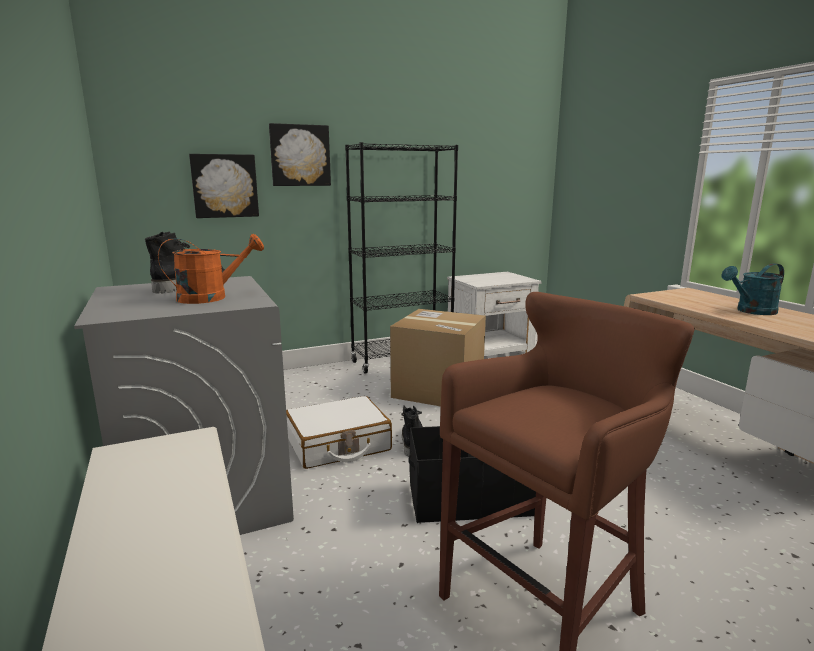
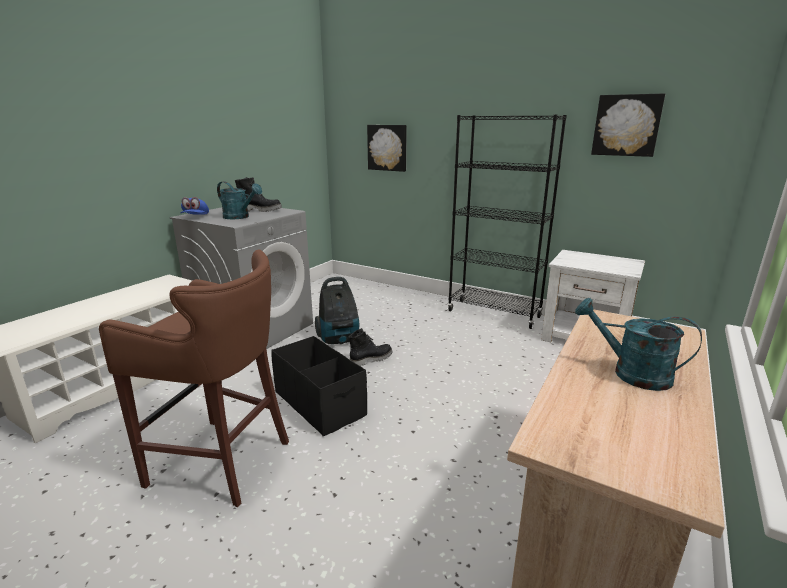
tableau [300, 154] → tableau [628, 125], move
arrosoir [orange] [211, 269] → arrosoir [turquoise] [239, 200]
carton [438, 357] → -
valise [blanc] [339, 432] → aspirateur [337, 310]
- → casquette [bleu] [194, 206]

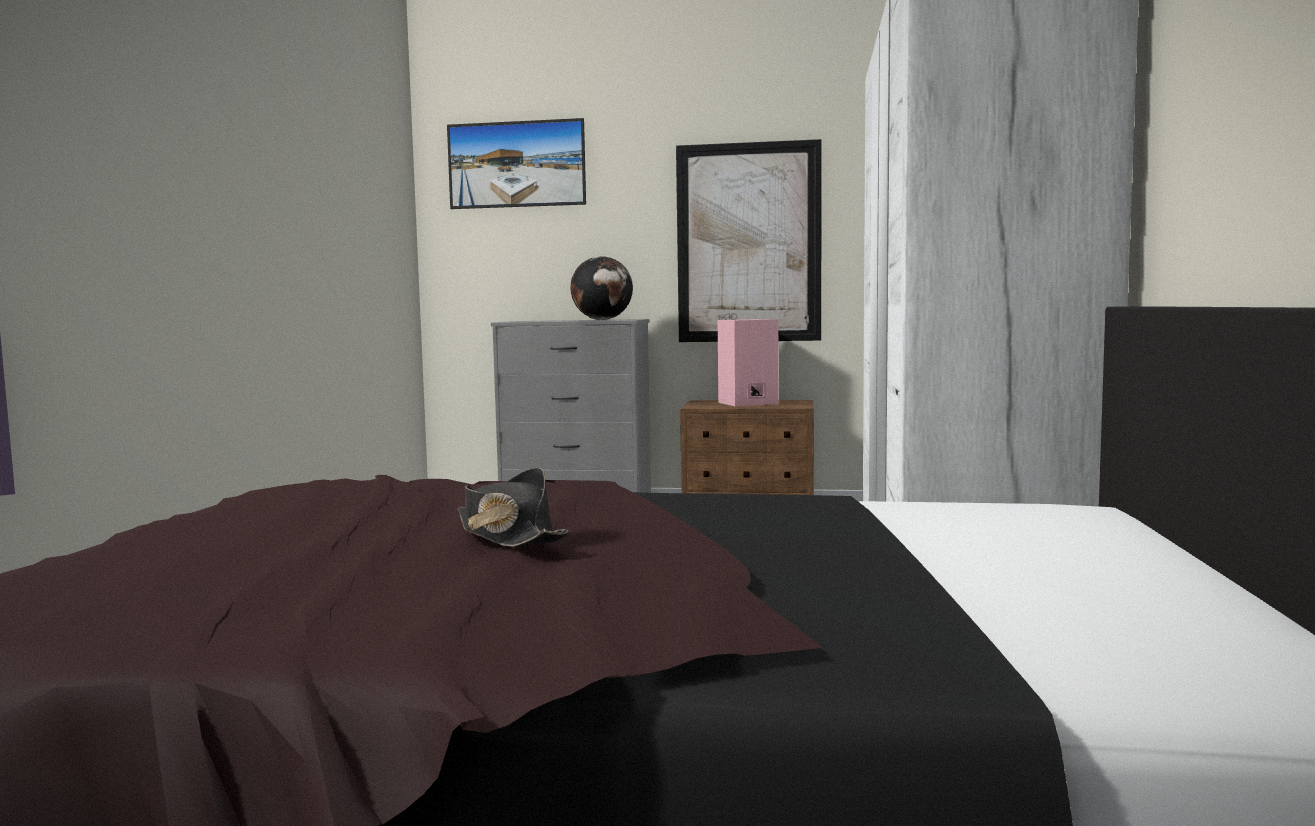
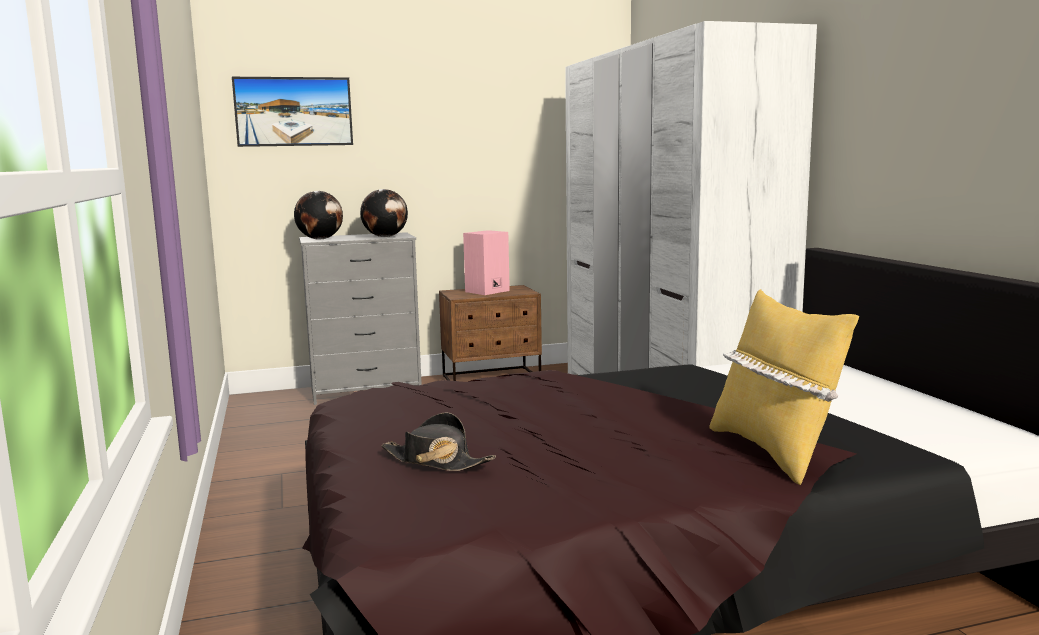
tableau [749, 240] → -
chapeau [noir] [513, 507] → chapeau [noir] [438, 442], move
- → globe [318, 215]
- → coussin [jaune] [784, 387]

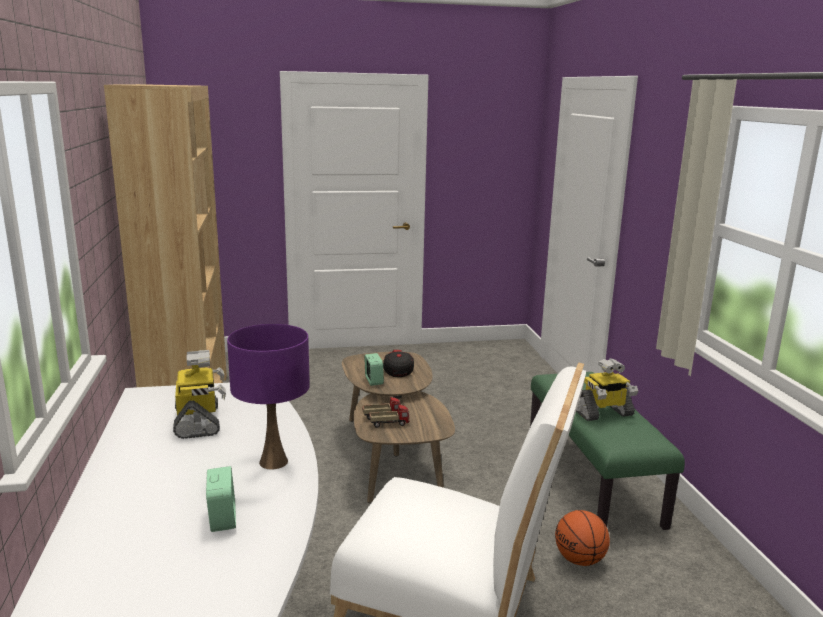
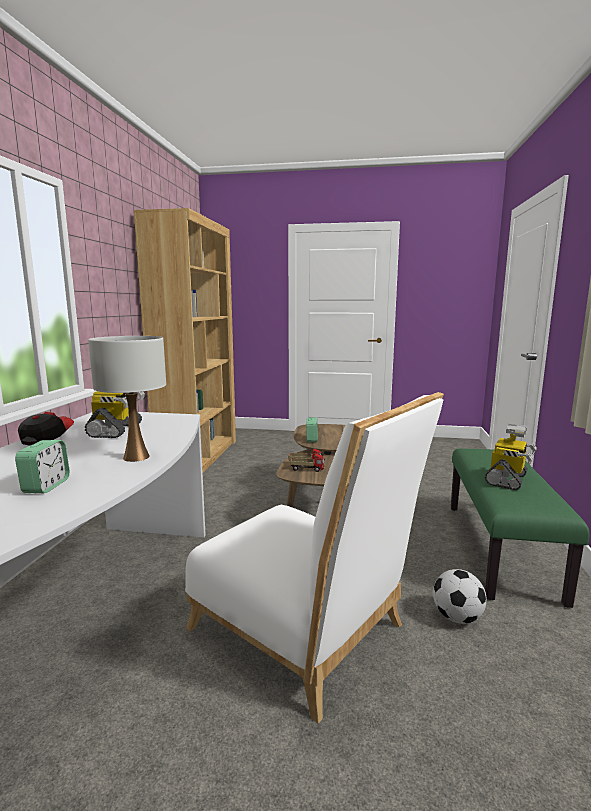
lampe de table [violet] [268, 397] → lampe de table [blanc] [127, 399]
casquette [398, 363] → casquette [46, 429], move
robot jouet [607, 389] → robot jouet [511, 457], 60 degrees counterclockwise
ballon de basket [582, 538] → ballon de foot [460, 596]

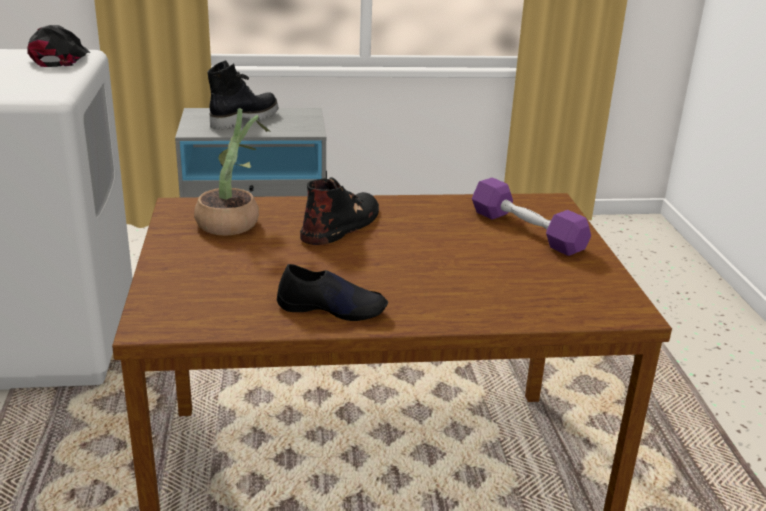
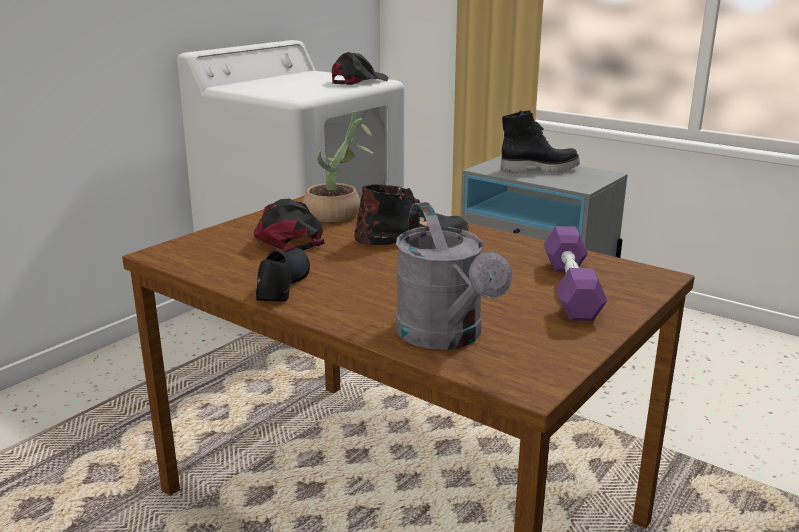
chaussure [noir] [332, 292] → chaussure [noir] [283, 275], 135 degrees counterclockwise
- → casquette [noir] [289, 225]
- → arrosoir [gris] [454, 276]

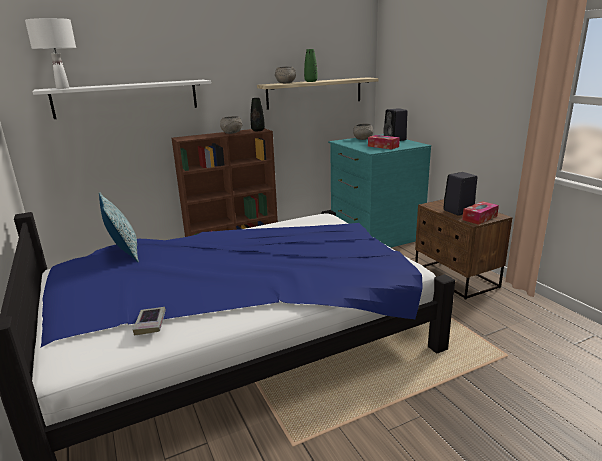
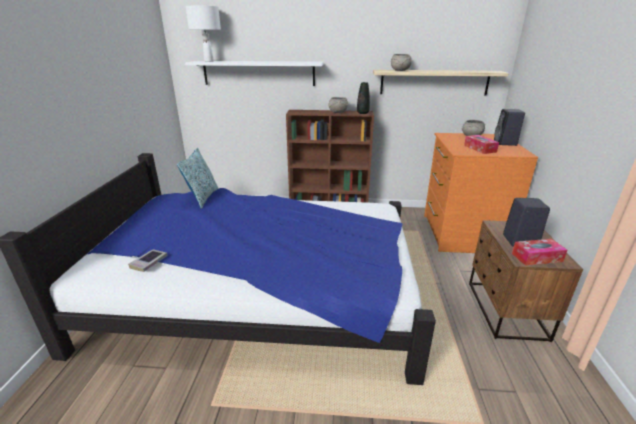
vase [vert] [311, 65] → -
commode [turquoise] [379, 191] → commode [orange] [481, 193]

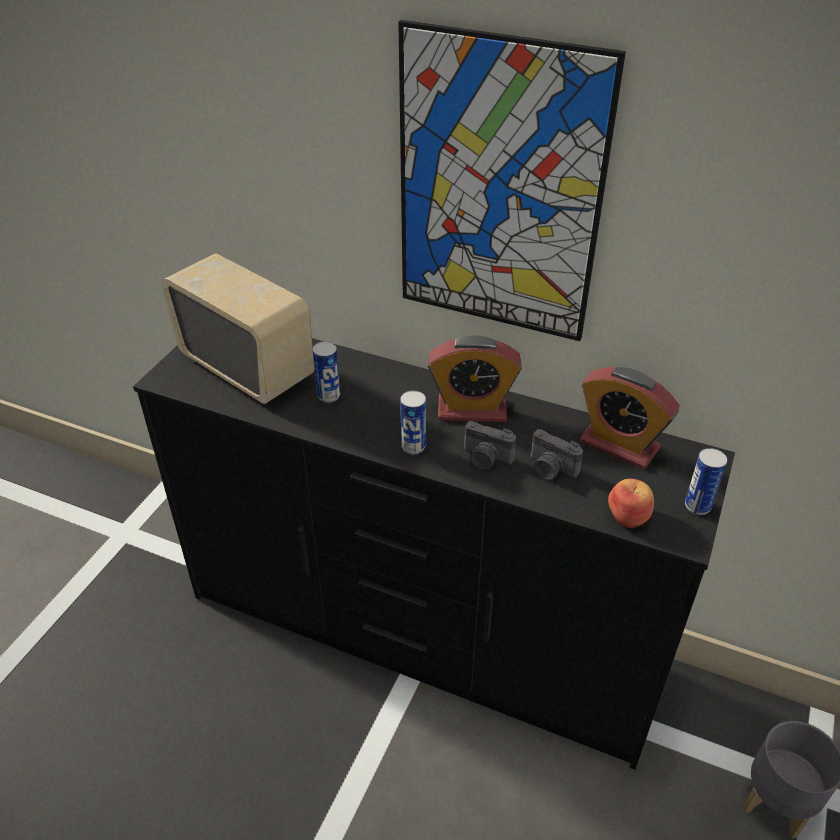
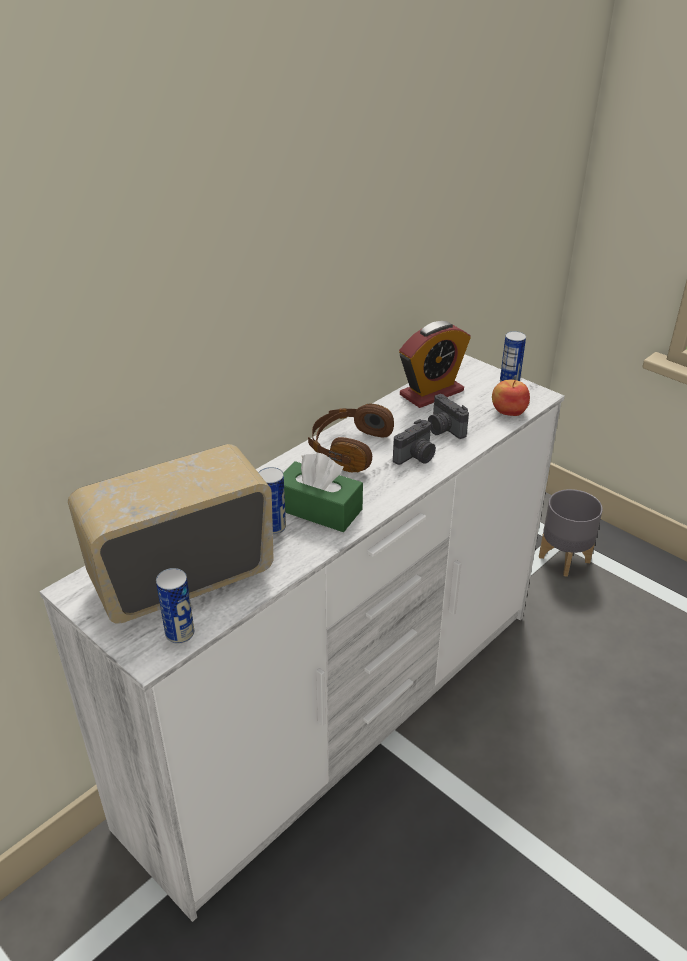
tableau [512, 180] → -
réveil [475, 378] → casque audio [marron] [351, 438]
commode [noir] [434, 554] → commode [blanc] [302, 638]
boîte métallique [413, 422] → boîte métallique [175, 606], move
appareil photo [557, 454] → appareil photo [448, 416], 90 degrees clockwise
- → boîte à mouchoirs [vert] [323, 492]

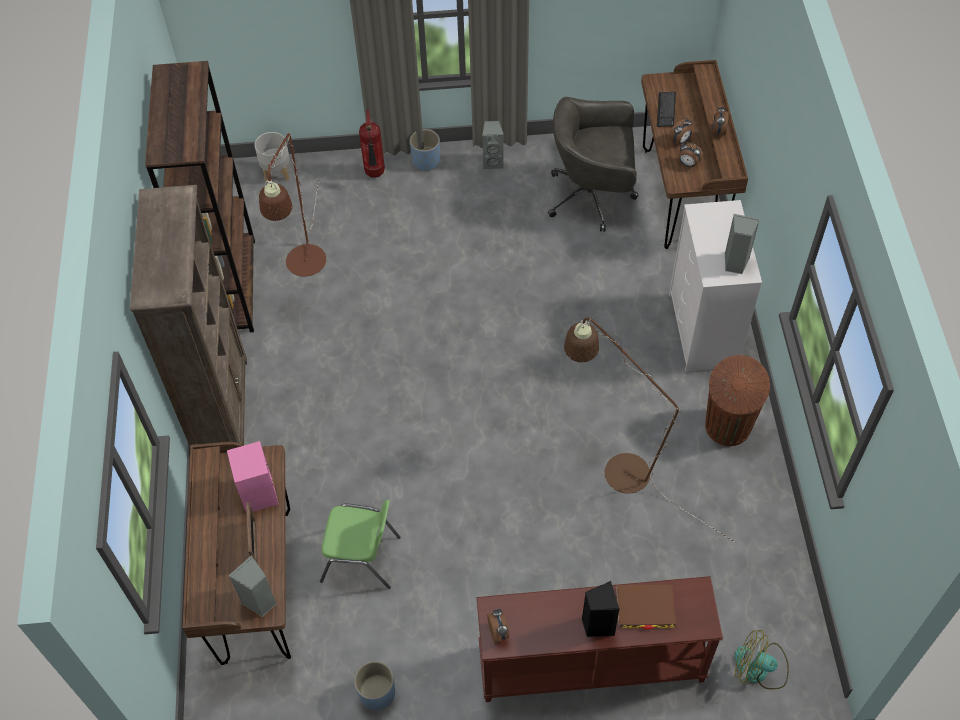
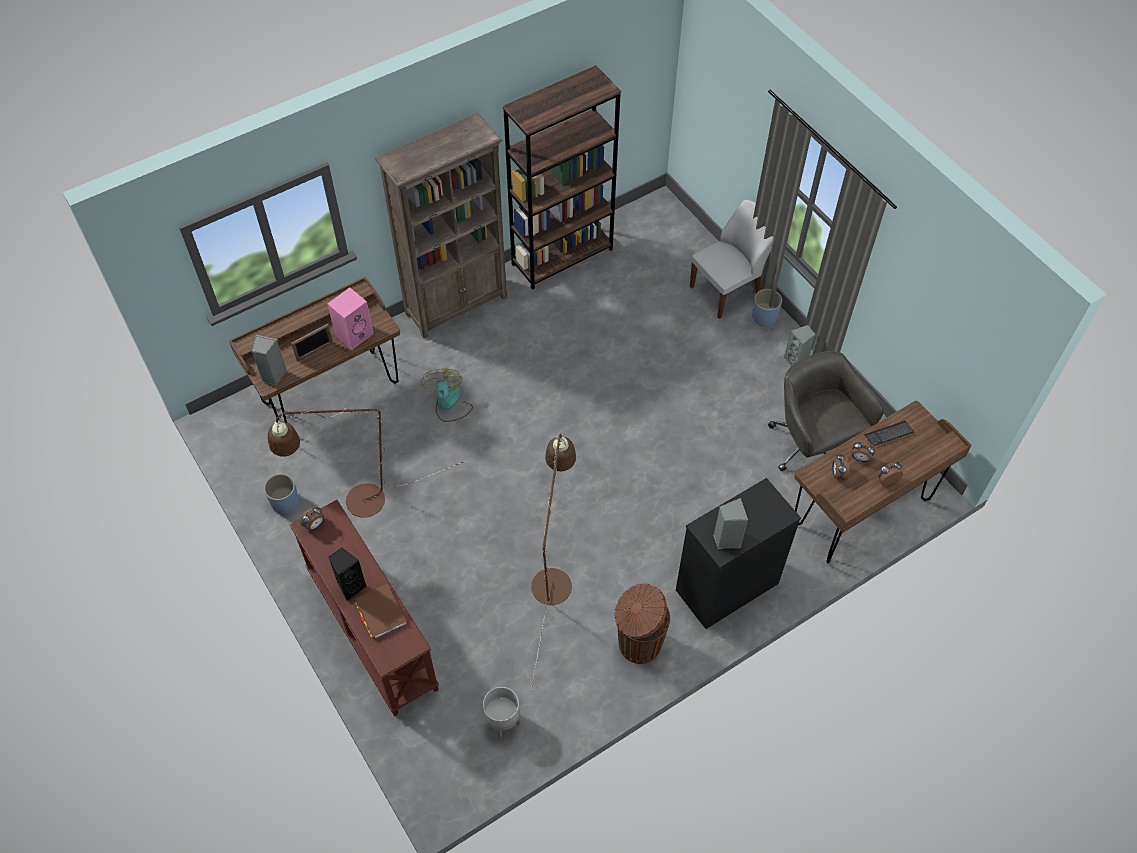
extincteur [372, 143] → chaise [blanc] [731, 259]
cache-pot [gris] [272, 157] → cache-pot [gris] [501, 712], move
lampadaire [marron] [292, 205] → lampadaire [marron] [366, 463], move
commode [blanc] [715, 286] → commode [noir] [738, 553]
chaise [vert] [360, 544] → -
ventilateur [762, 659] → ventilateur [447, 395], move

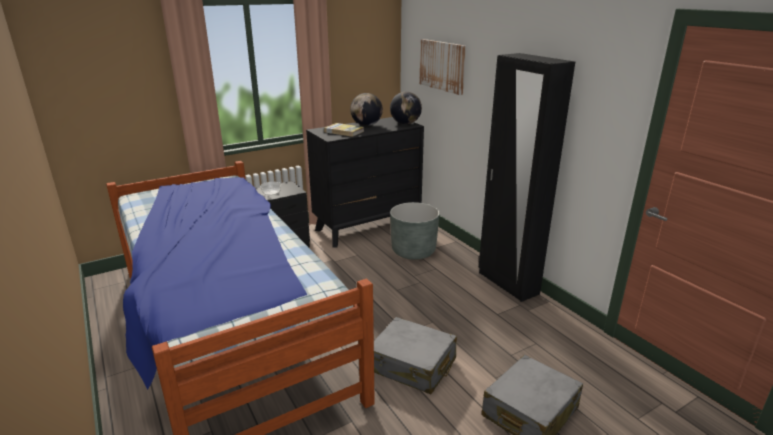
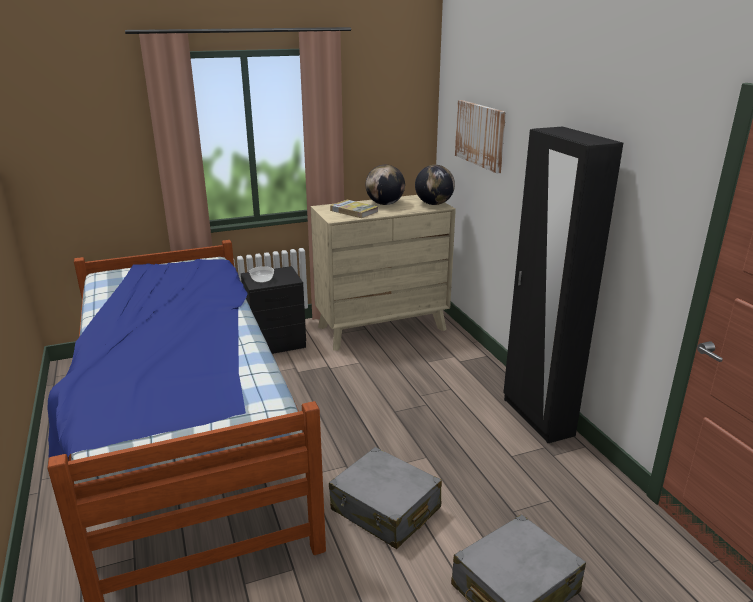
commode [noir] [365, 182] → commode [beige] [383, 273]
cache-pot [gris] [415, 231] → -

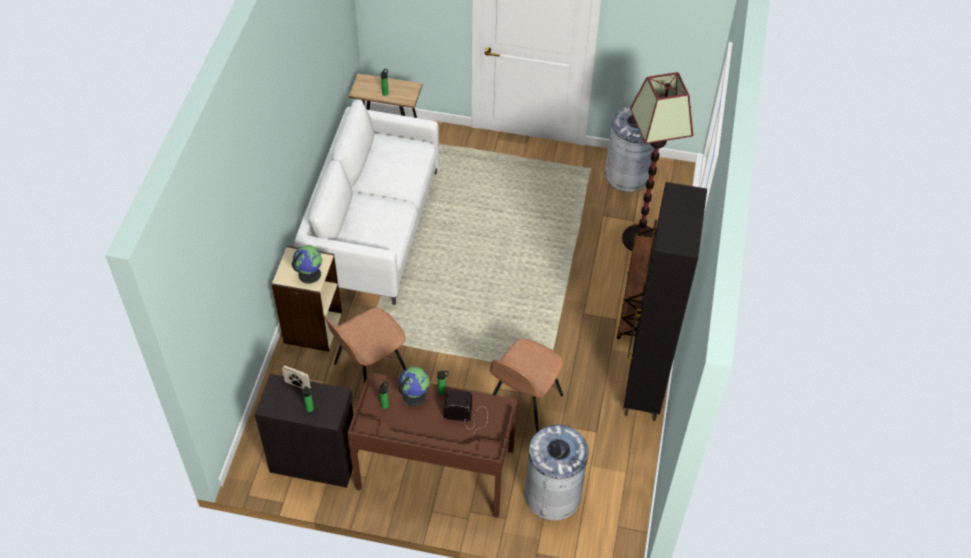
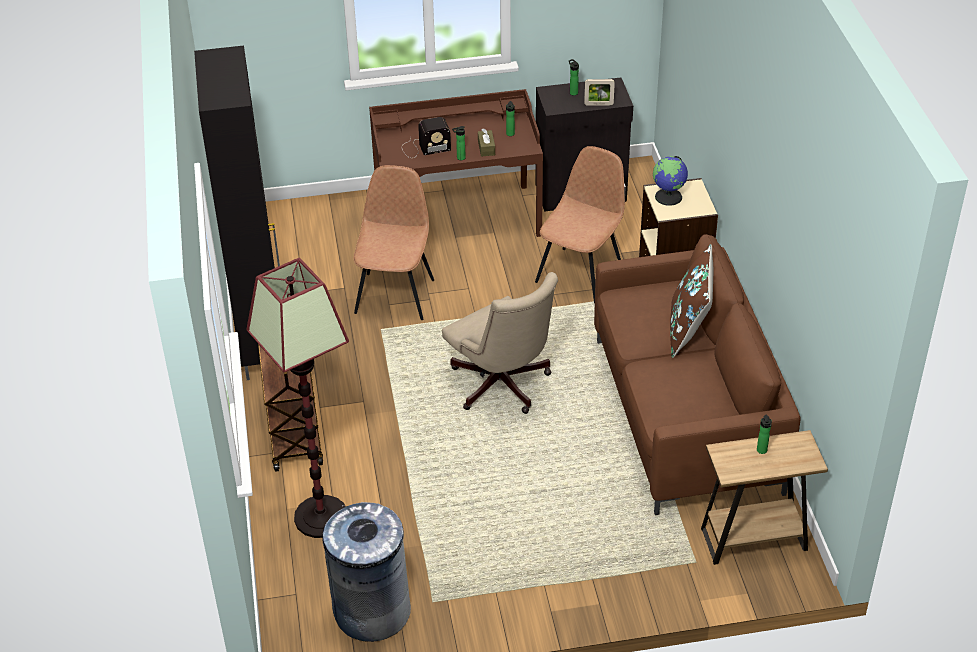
canapé [blanc] [366, 202] → canapé [marron] [697, 374]
globe [414, 386] → boîte à mouchoirs [marron] [486, 143]
poubelle [gris] [557, 473] → -
- → coussin [marron] [691, 301]
- → chaise de bureau [beige] [500, 343]

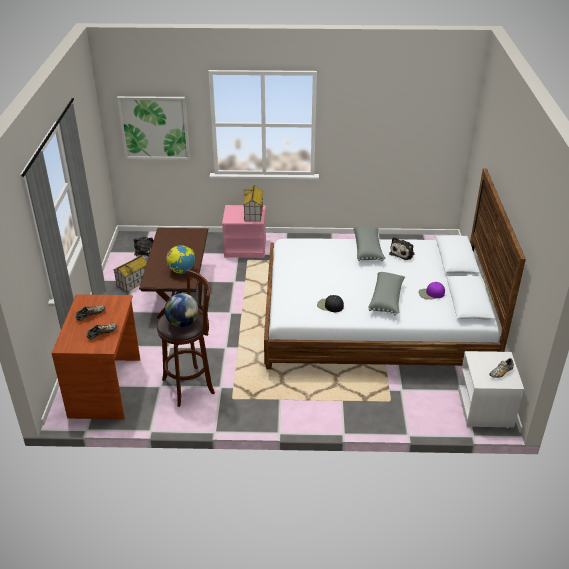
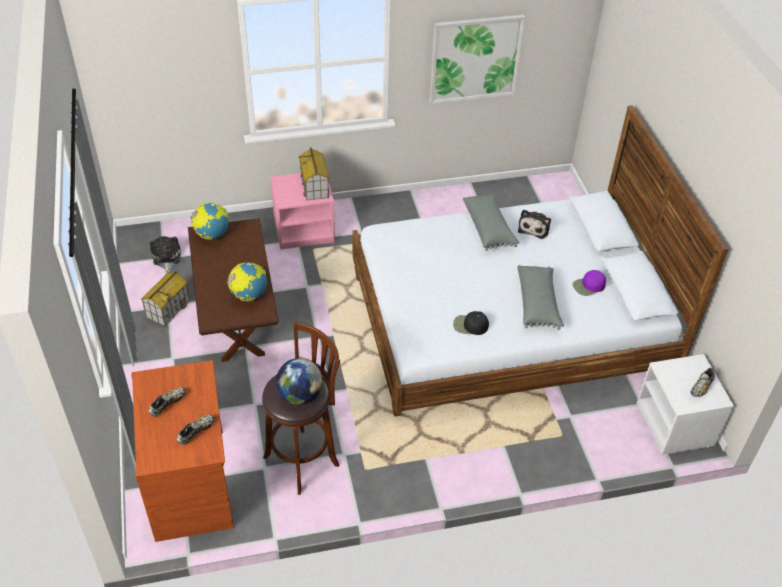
tableau [153, 128] → tableau [477, 59], move
- → globe [210, 221]

